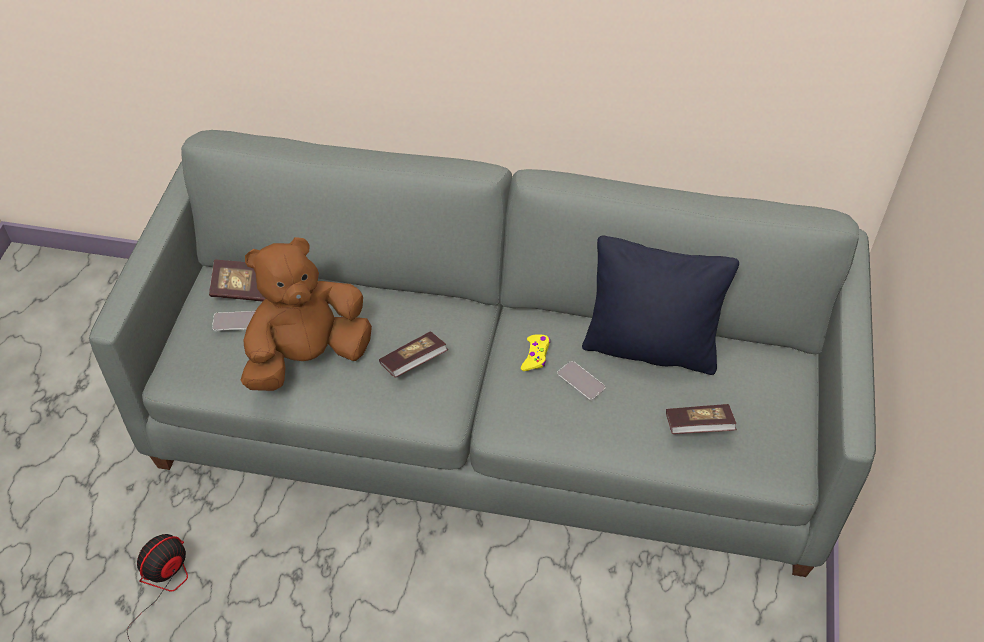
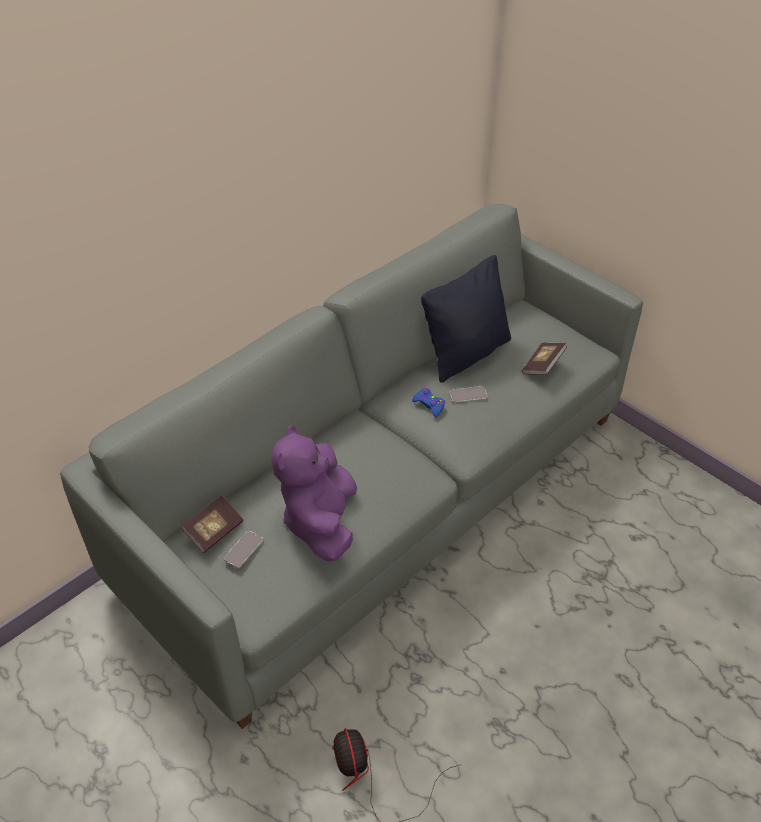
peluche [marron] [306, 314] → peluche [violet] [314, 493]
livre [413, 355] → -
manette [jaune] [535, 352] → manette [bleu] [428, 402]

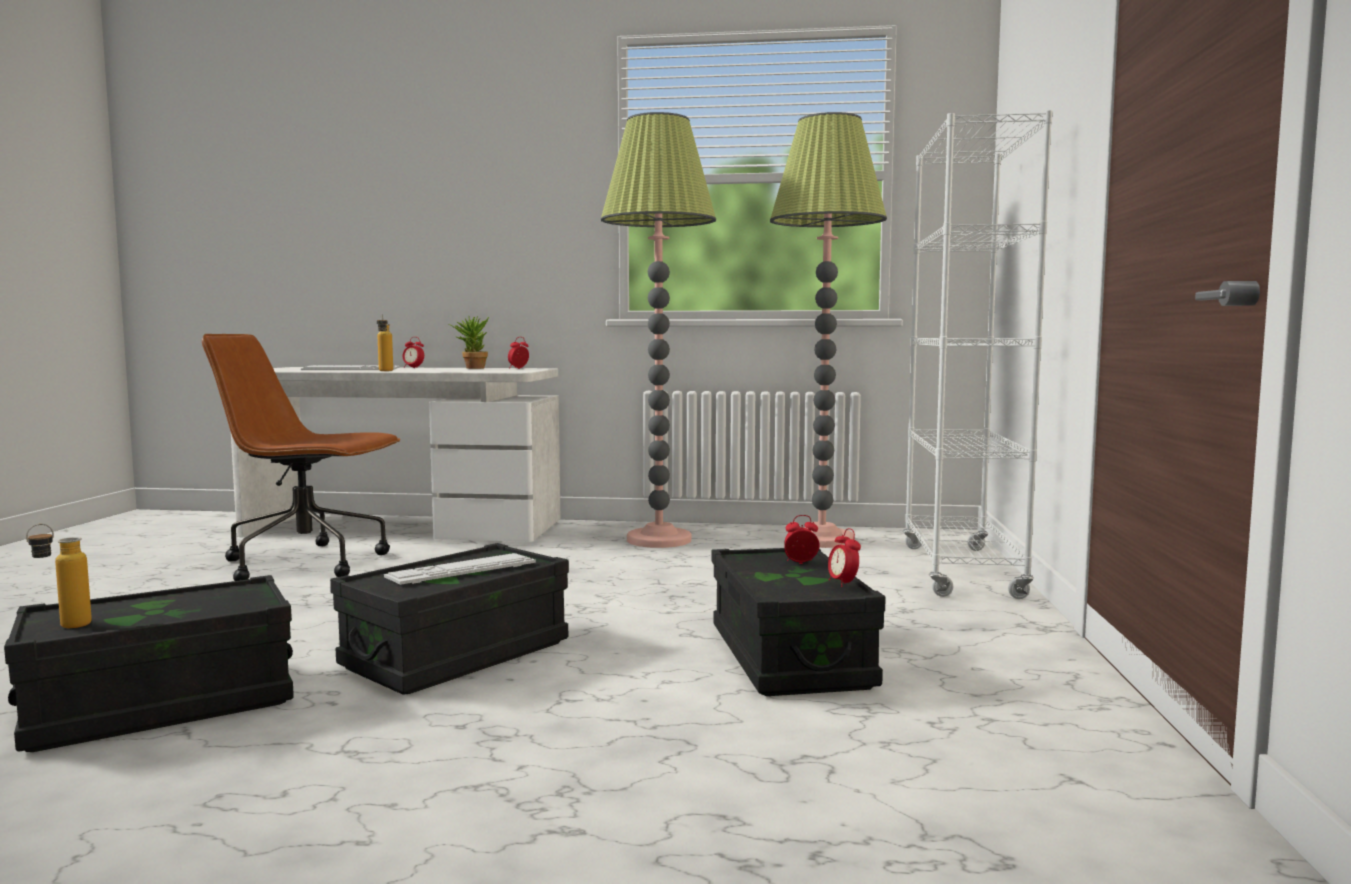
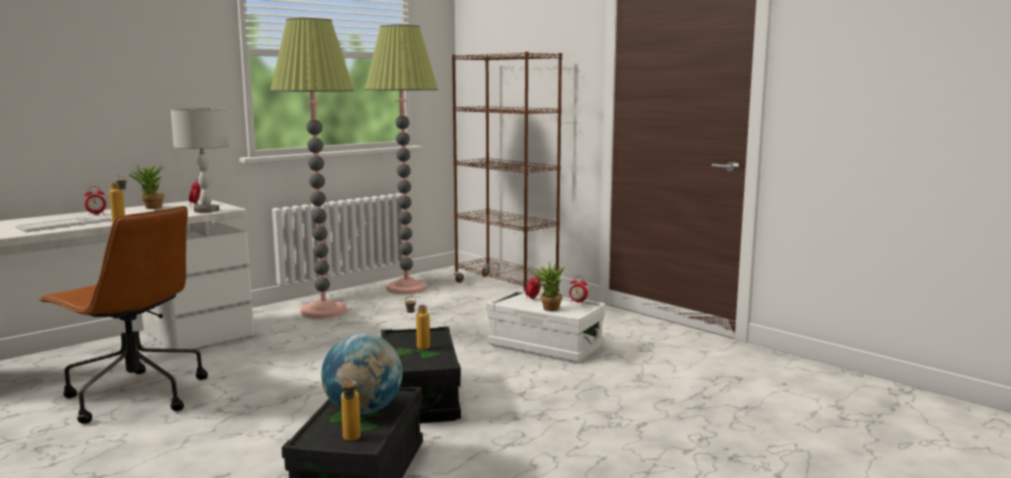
bibliothèque [blanc] [978, 354] → bibliothèque [marron] [507, 171]
chaise de bureau [marron] [301, 457] → chaise de bureau [marron] [123, 315], 105 degrees counterclockwise
boîte de rangement [noir] [799, 622] → boîte de rangement [blanc] [546, 326]
clavier [460, 569] → bouteille [417, 323]
- → lampe de table [gris] [200, 160]
- → plante en pot [547, 286]
- → globe [362, 373]

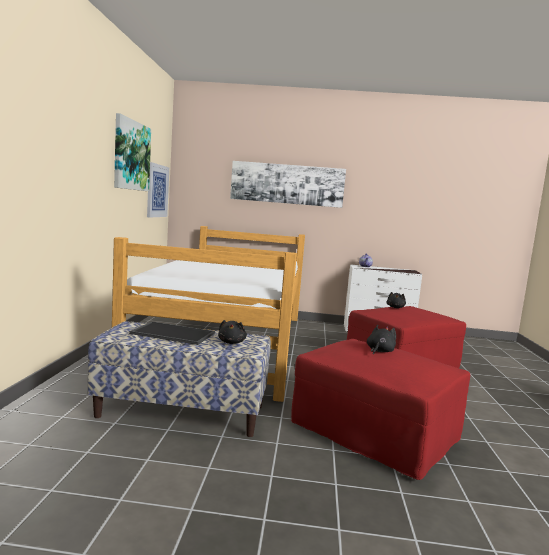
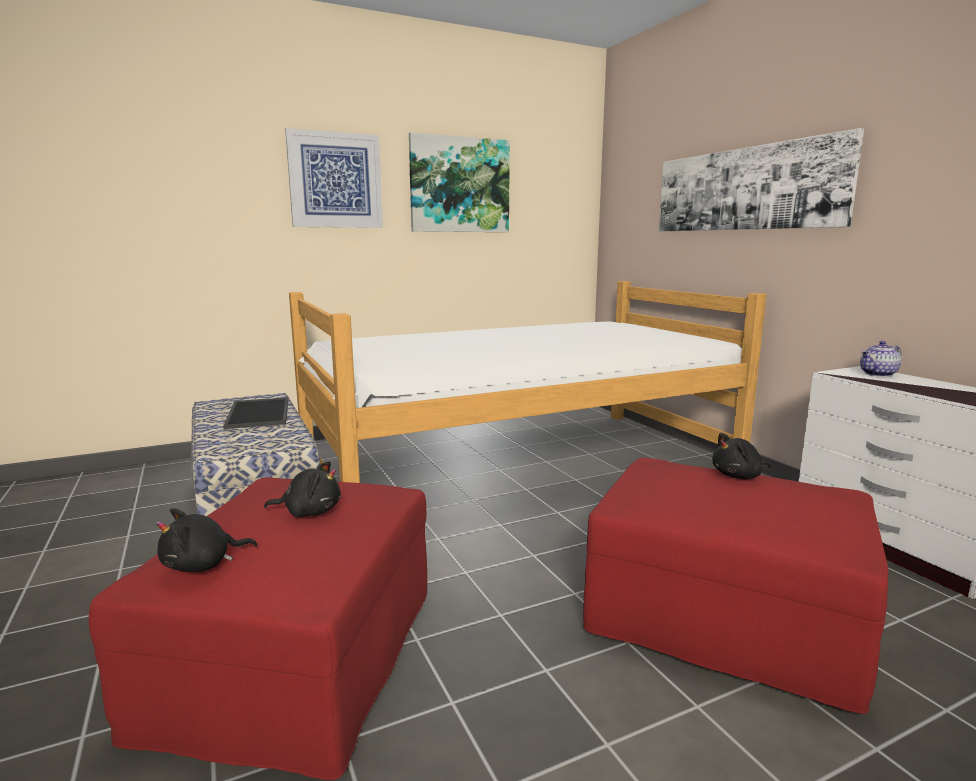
tableau [158, 189] → tableau [334, 178], move
peluche [noir] [232, 332] → peluche [noir] [206, 540], move

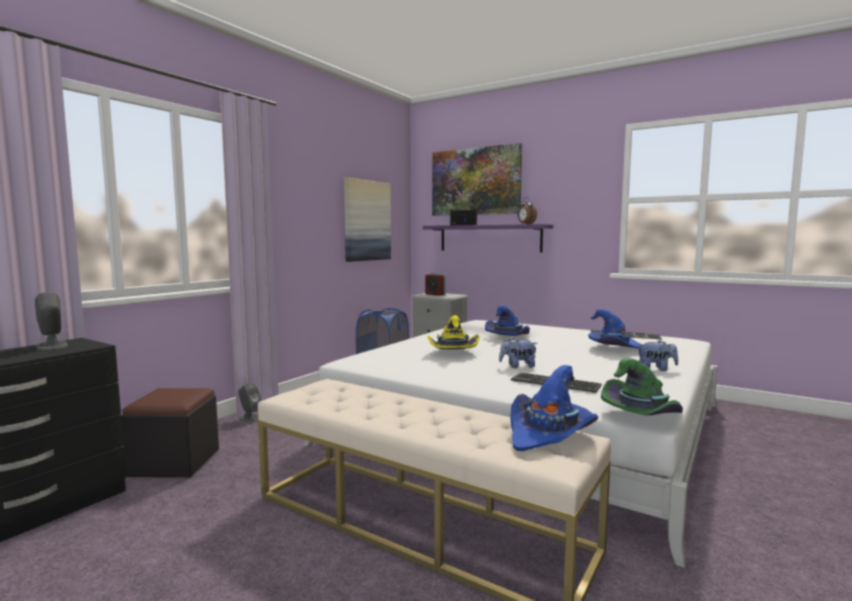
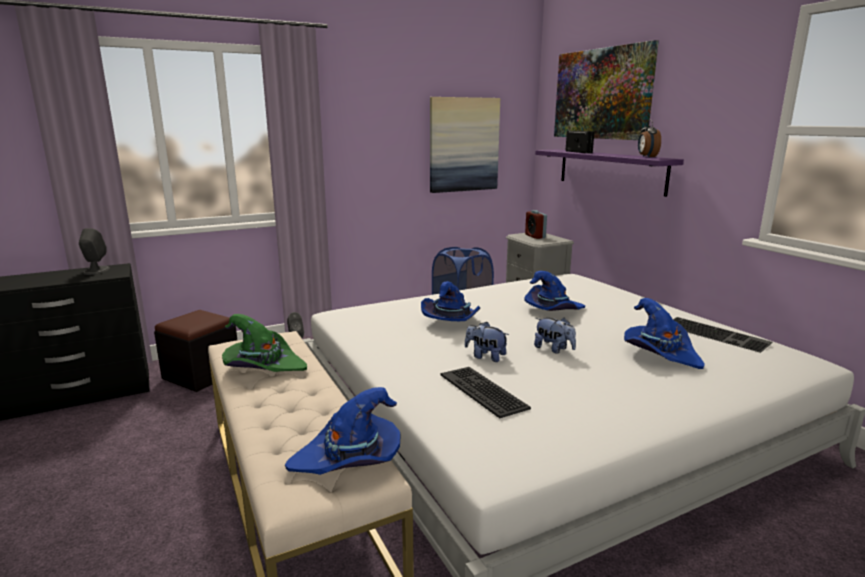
chapeau [jaune] [453, 332] → chapeau [bleu] [450, 301]
peluche [658, 355] → peluche [555, 335], move
chapeau [vert] [642, 386] → chapeau [vert] [264, 343], move

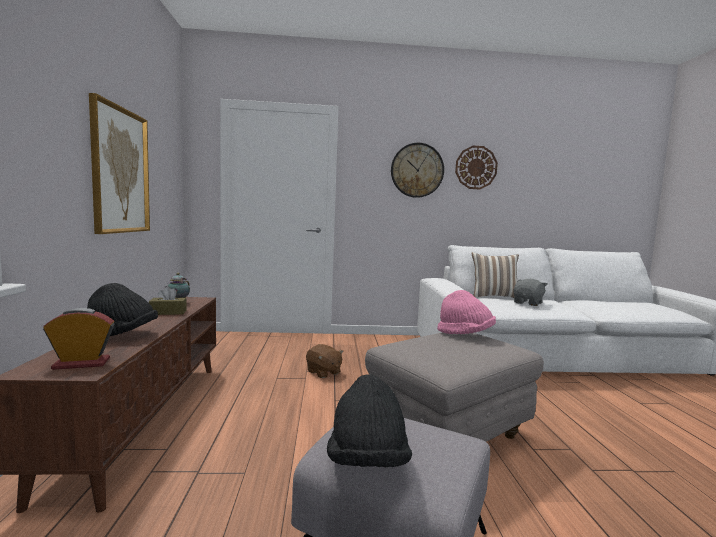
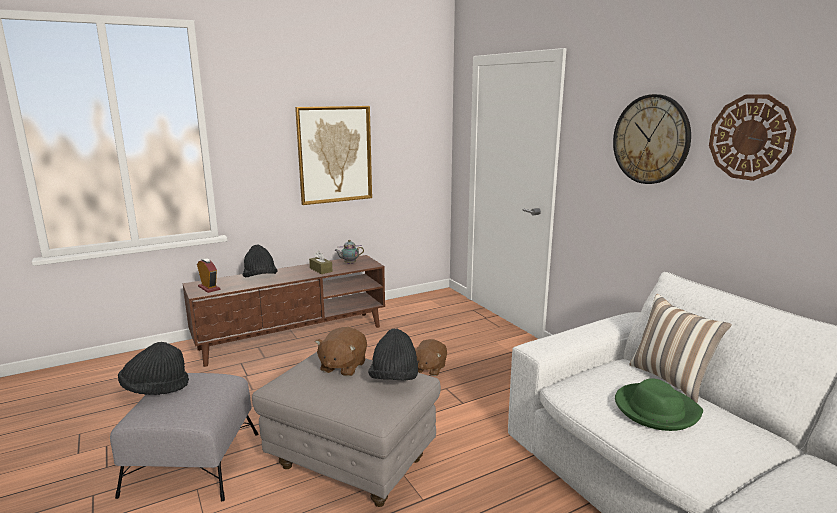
peluche [gris] [530, 292] → chapeau [vert] [659, 404]
chapeau [rose] [466, 312] → chapeau [noir] [393, 354]
- → peluche [marron] [341, 352]

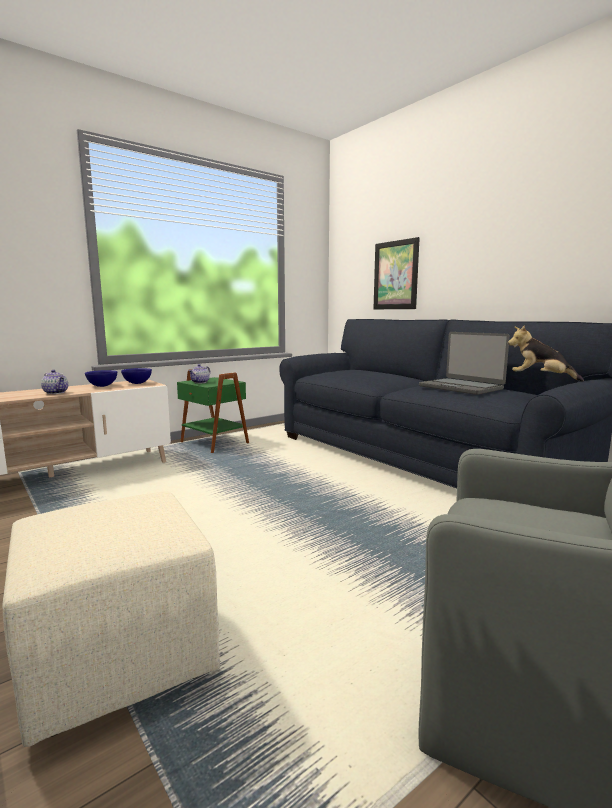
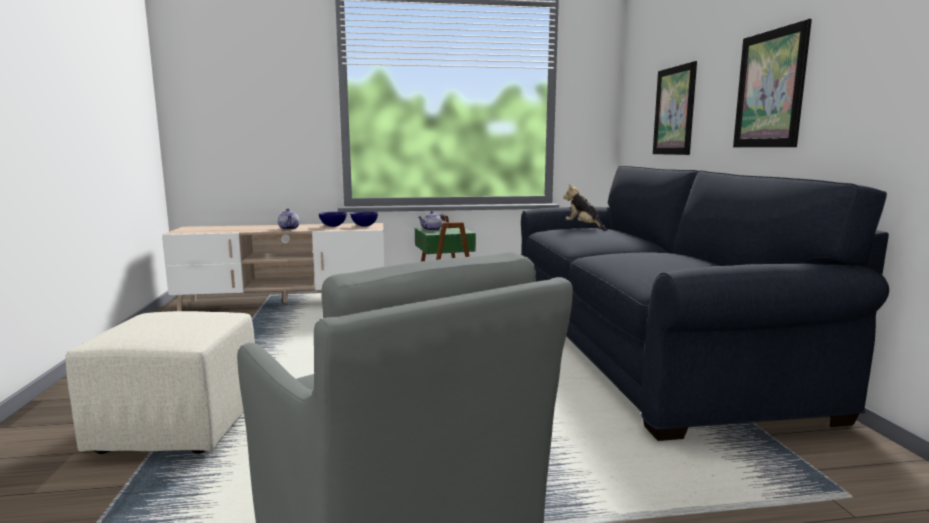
peluche [546, 353] → peluche [585, 207], move
ordinateur portable [464, 363] → -
- → tableau [772, 83]

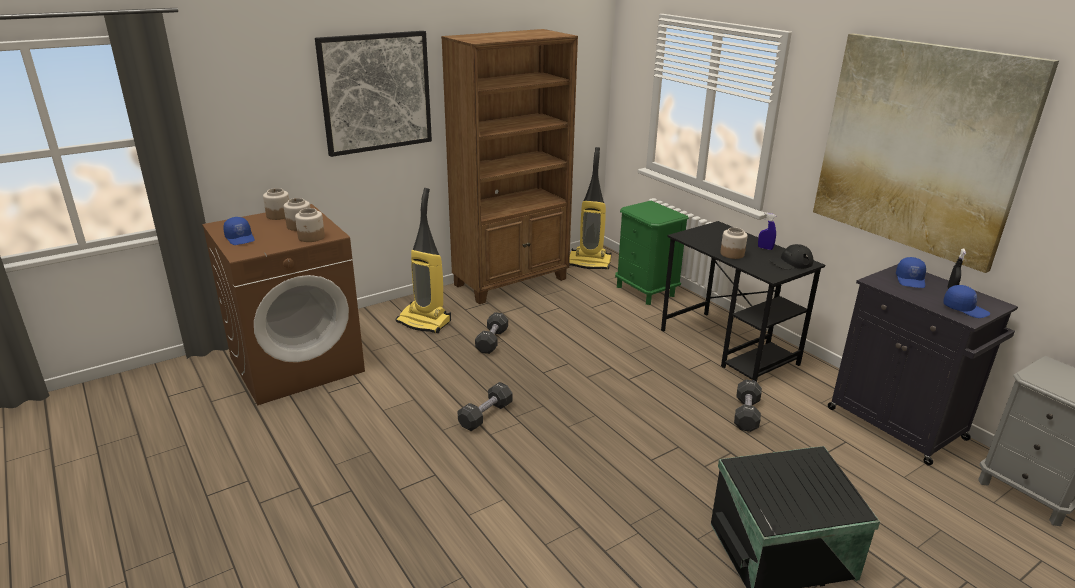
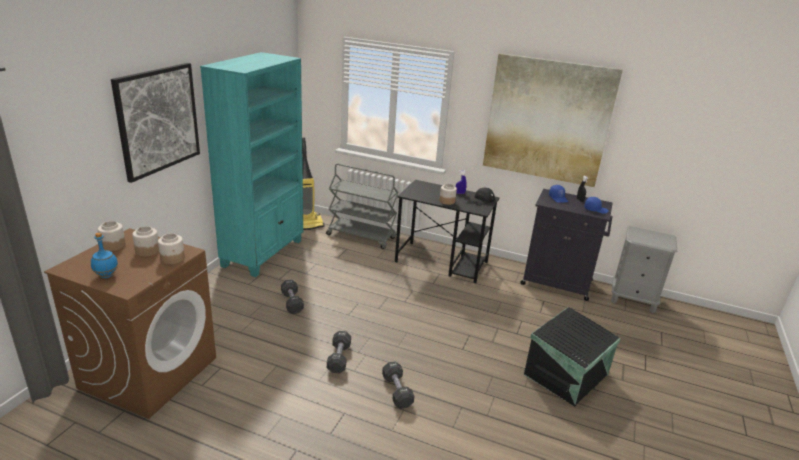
bibliothèque [marron] [509, 166] → bibliothèque [turquoise] [251, 164]
aspirateur [423, 260] → -
table de chevet [vert] [652, 253] → chariot [gris] [362, 206]
casquette [bleu] [239, 231] → bouteille [bleu] [104, 255]
haltère [noir] [748, 406] → haltère [noir] [398, 385], move

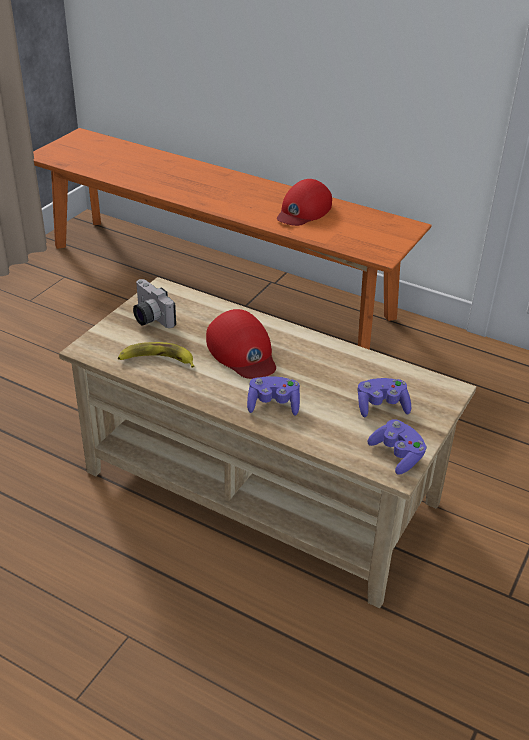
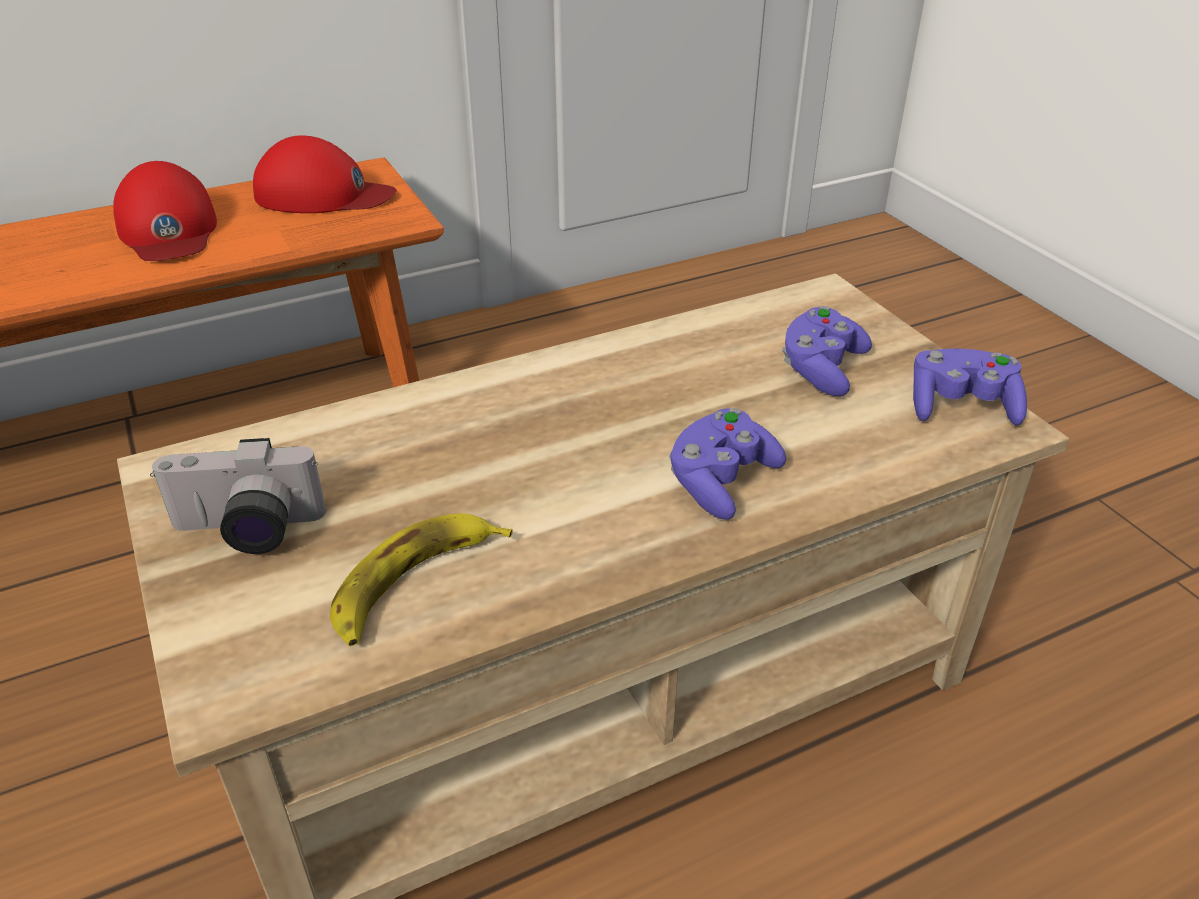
casquette [rouge] [241, 344] → casquette [rouge] [324, 174], move

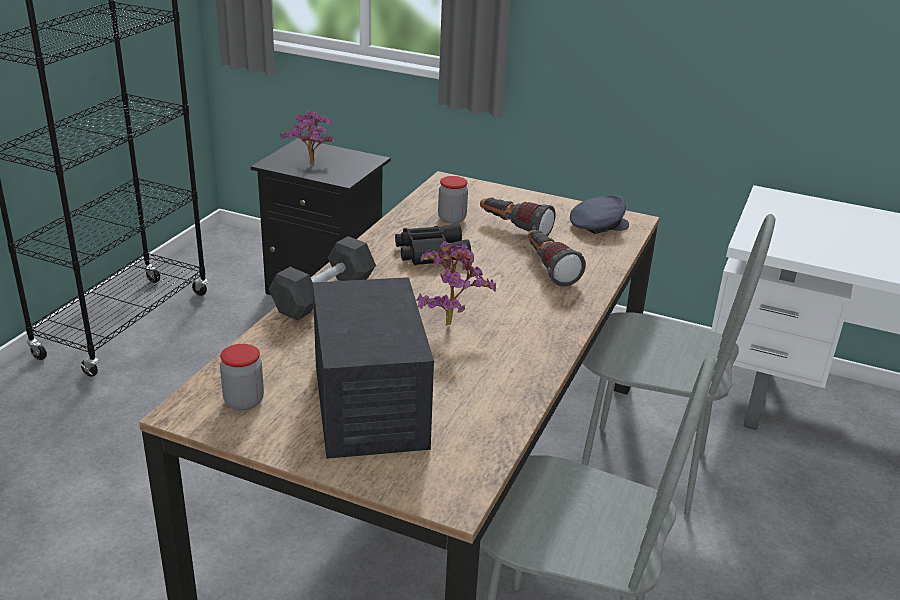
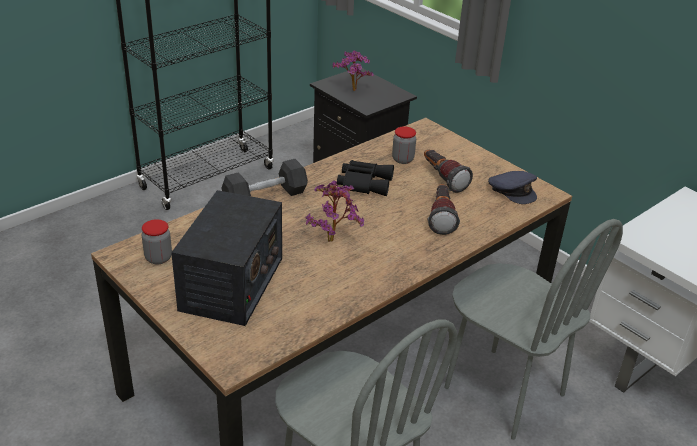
casquette [gris] [599, 214] → casquette [gris] [512, 187], 45 degrees clockwise

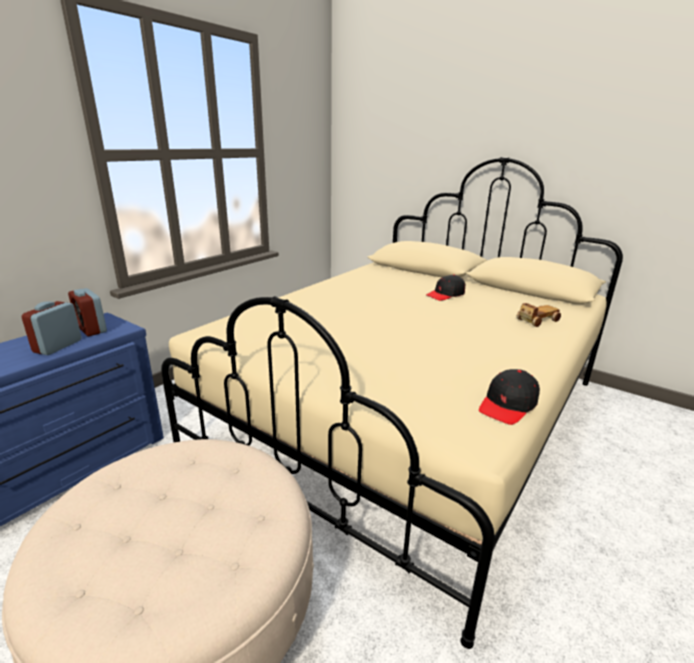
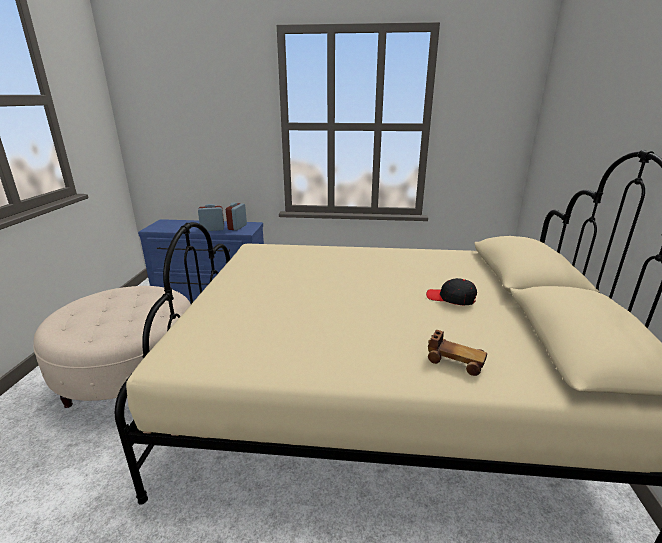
casquette [noir] [509, 397] → -

